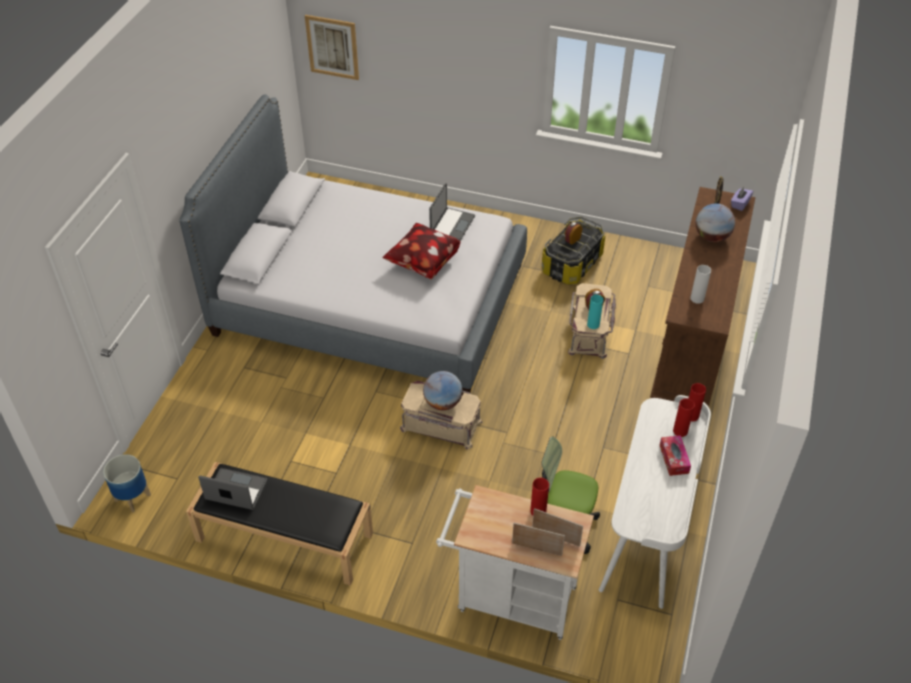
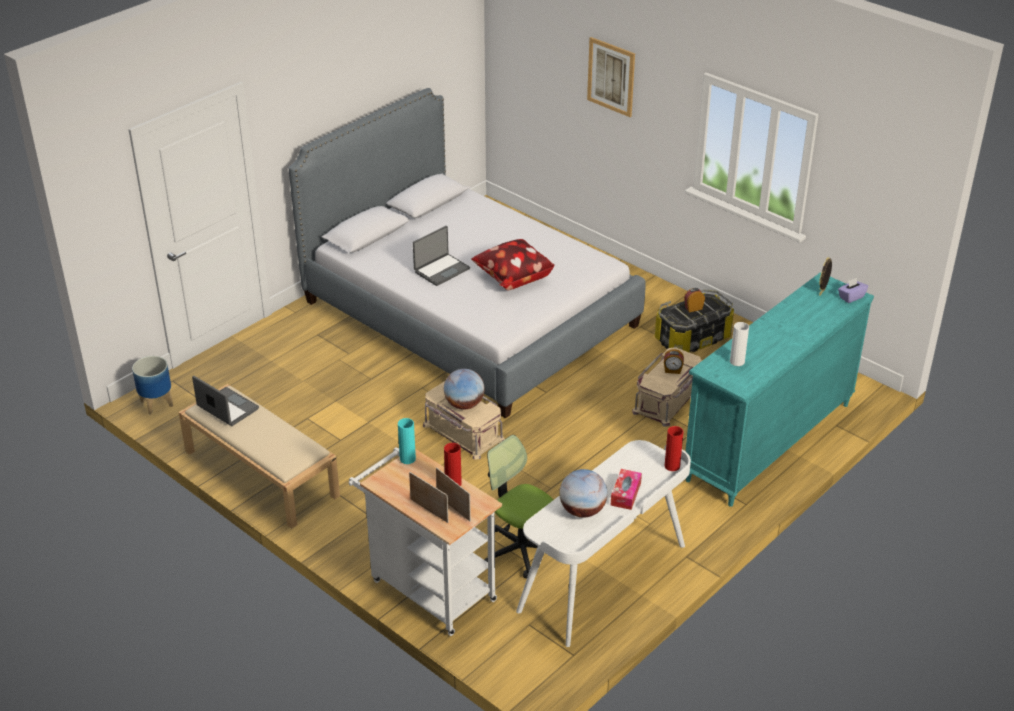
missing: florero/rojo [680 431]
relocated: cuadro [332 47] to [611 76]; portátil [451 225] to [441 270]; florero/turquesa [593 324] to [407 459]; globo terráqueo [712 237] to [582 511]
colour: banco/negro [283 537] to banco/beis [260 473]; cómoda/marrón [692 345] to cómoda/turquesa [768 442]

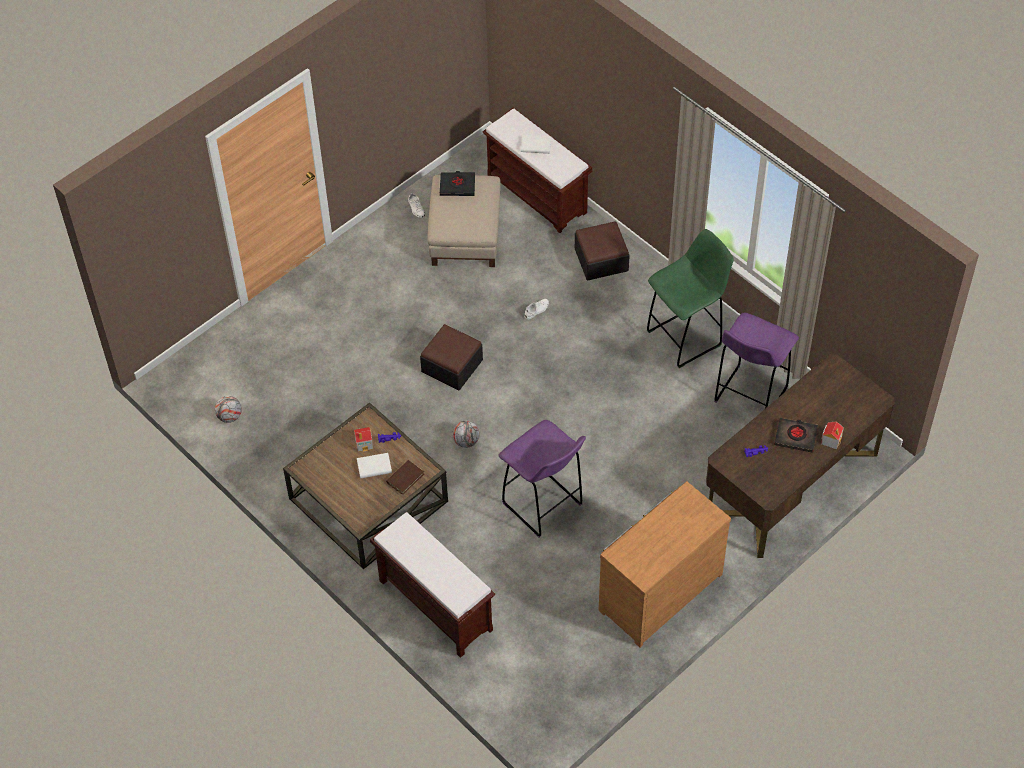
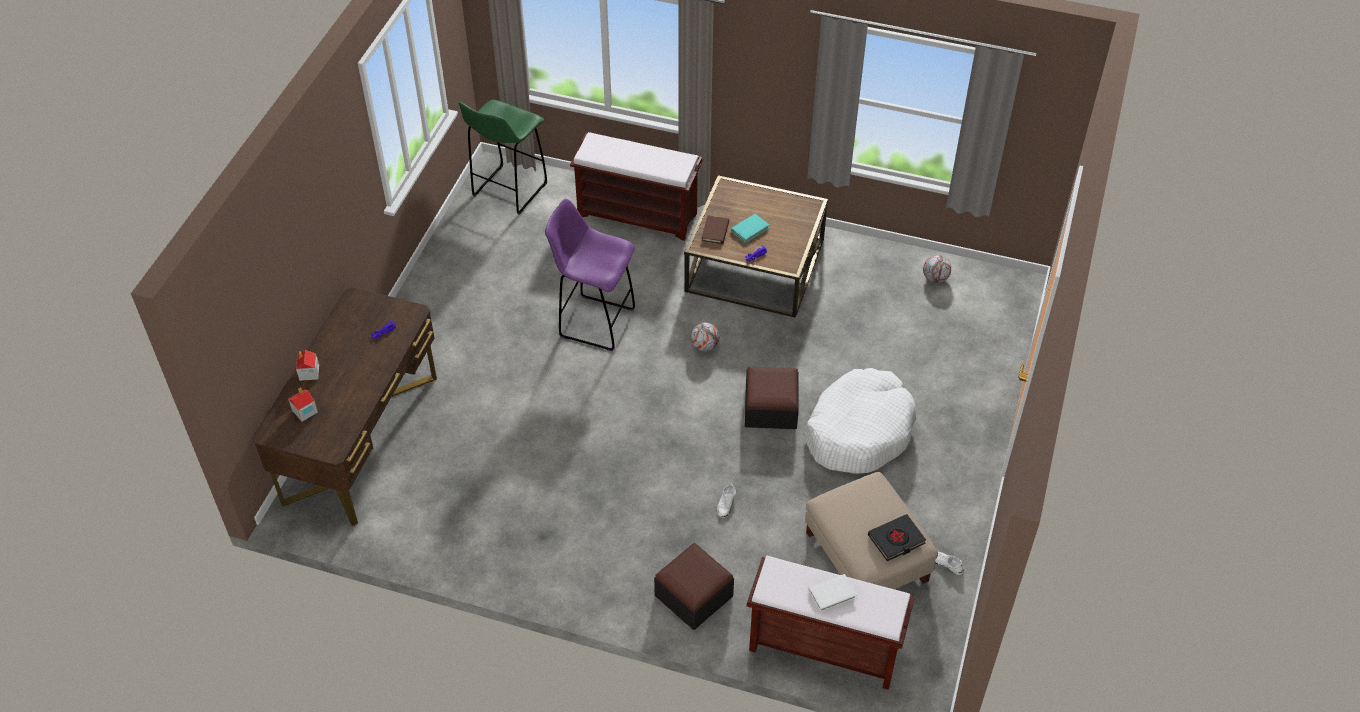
missing: cómoda/marrón [657 590]; taburete/morado [749 396]; libro/negro [795 437]
appeared: cama para perro/blanco [858 431]
relocated: casita [364 443] to [304 411]; taburete/verde [686 337] to [508 191]
colour: libro/blanco [374 467] to libro/turquesa [749 229]

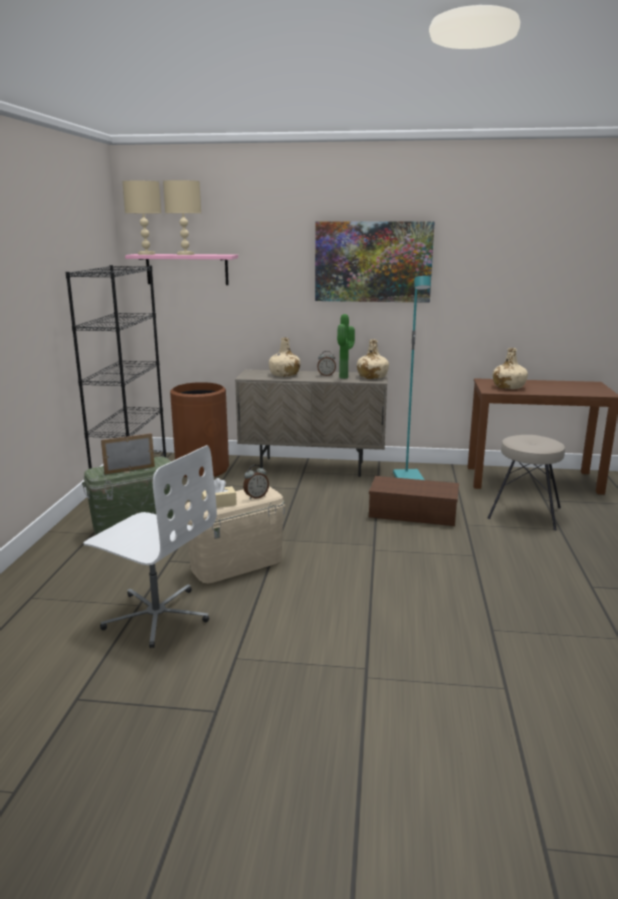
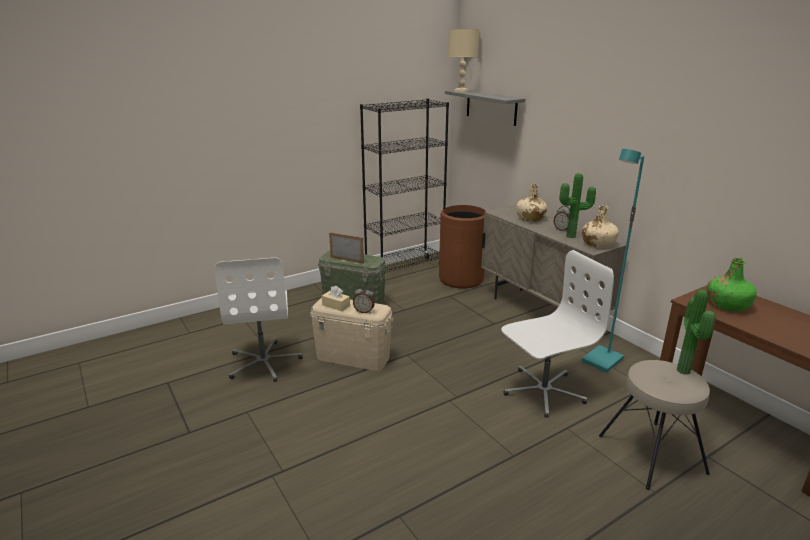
missing: lámpara de mesa/beis [186 254]; cuadro [373 262]
appeared: planta en maceta [686 371]
exchanged: caja de almacenaje/marrón [414 512] to silla de oficina/blanco [543 391]
colour: estante/rosa [187 269] to estante/gris [491 107]; botella/beis [508 387] to botella/verde [727 305]

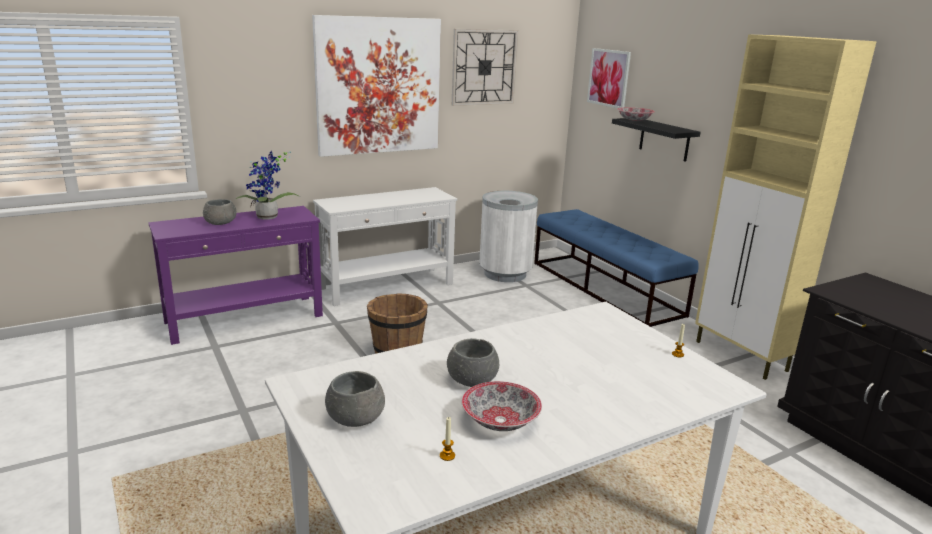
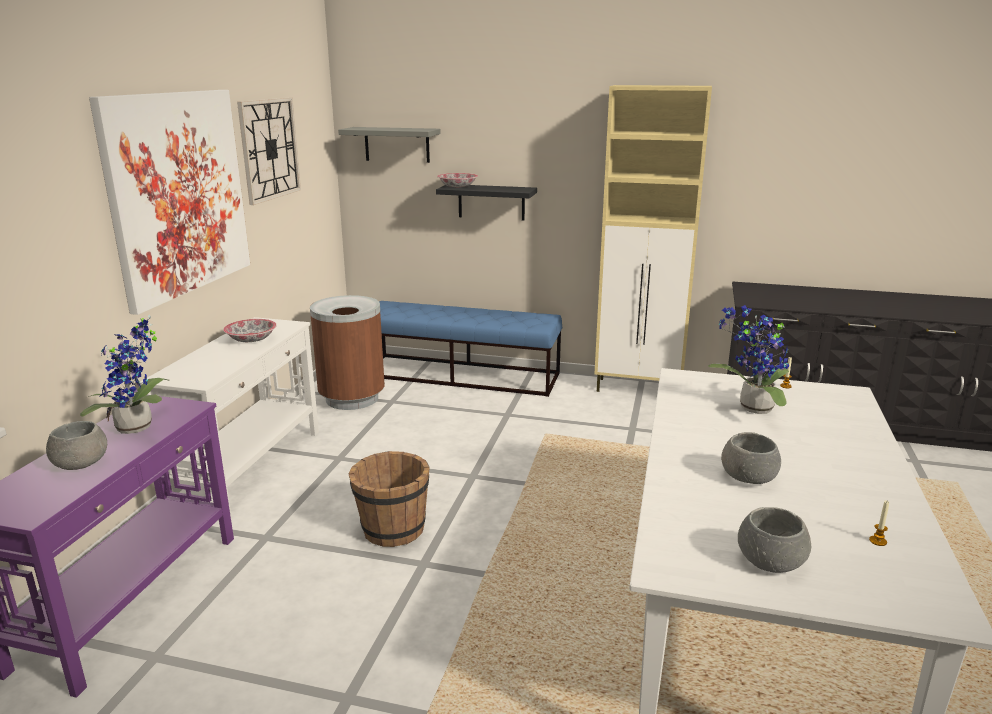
appeared: planta en maceta [751 408]
relocated: cuenco [500 421] to [252 339]
exchanged: cuadro [609 78] to estante/gris [397 144]
colour: papelera/blanco [505 274] to papelera/marrón [352 398]

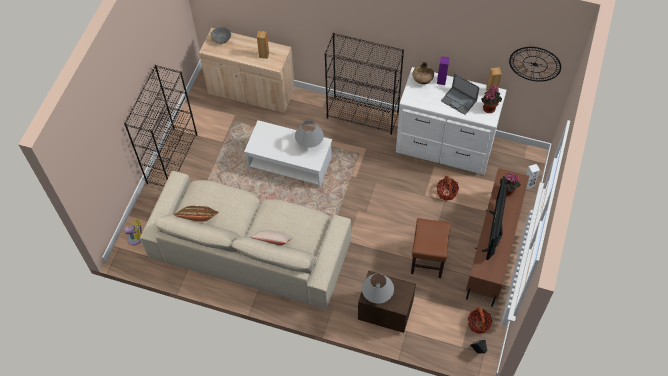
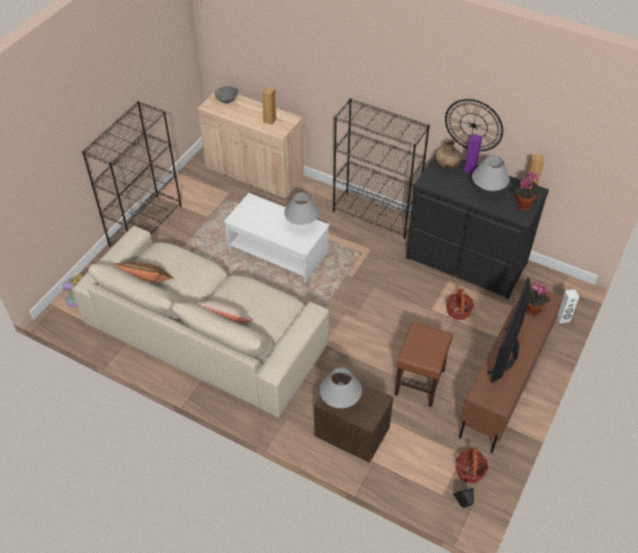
relocated: reloj de pared [535 64] to [473 125]
exchanged: portátil [459 101] to lámpara de mesa/gris [487 192]
colour: cómoda/blanco [444 147] to cómoda/negro [465 262]

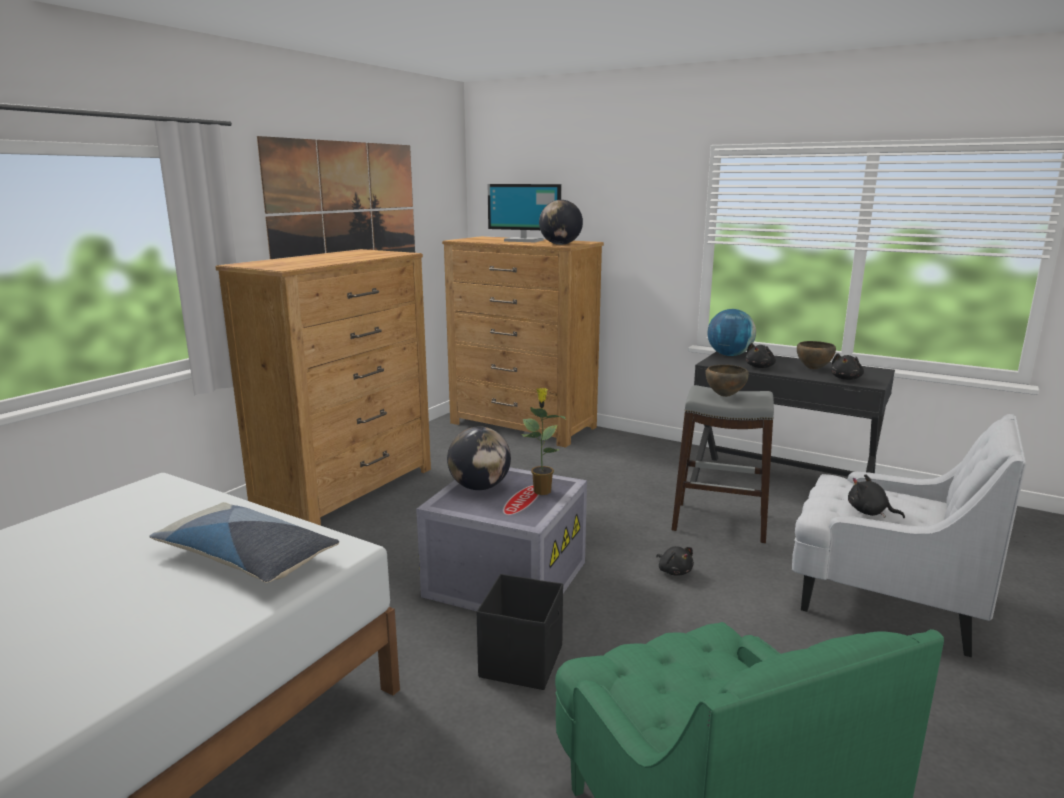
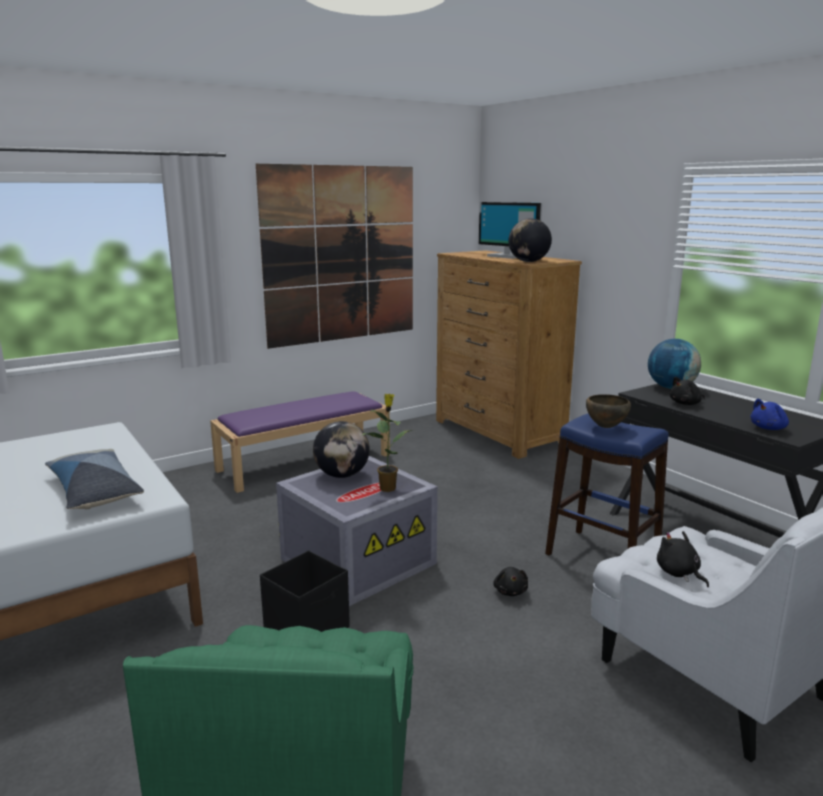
missing: cuenco/marrón [813 369]
exchanged: cómoda/marrón [347 489] to banco/morado [305 462]
colour: taburete/gris [719 522] to taburete/azul [601 557]; peluche/negro [846 378] to peluche/azul [769 428]

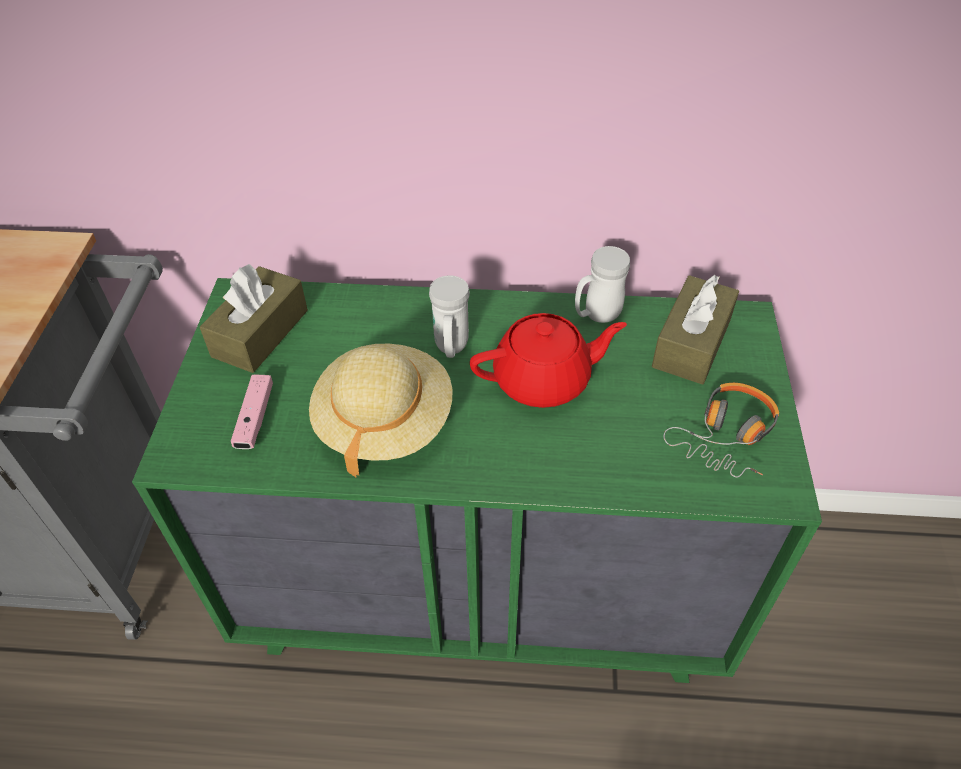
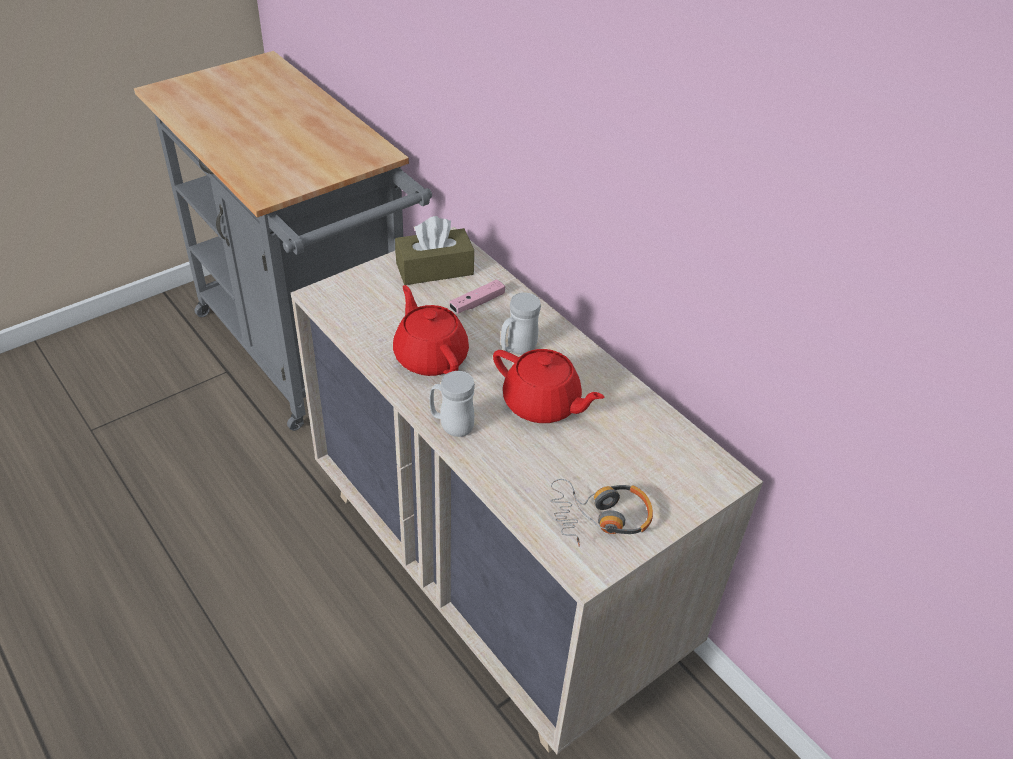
missing: caja de pañuelos/marrón [691 343]
relocated: mando de consola/rosa [255 418] to [477 303]; taza grande/blanco [597 315] to [451 426]
exchanged: sombrero/beis [384 422] to tetera/rojo [430 356]
colour: cómoda/verde [485 587] to cómoda/beis [496 575]

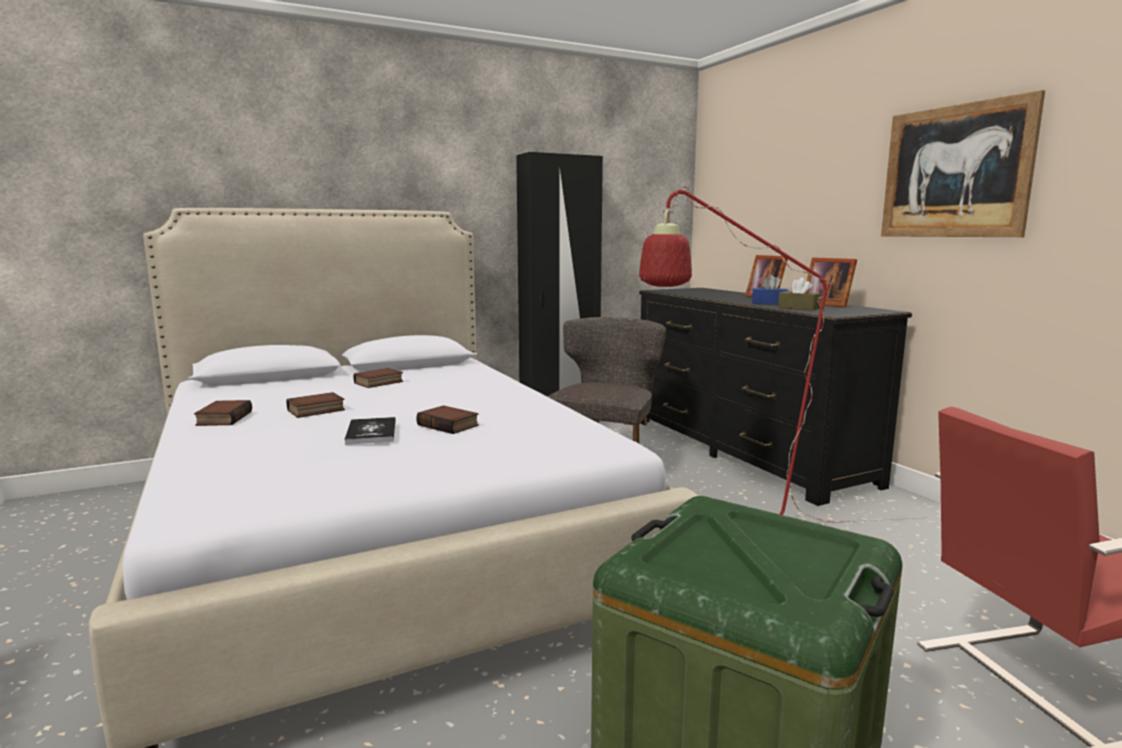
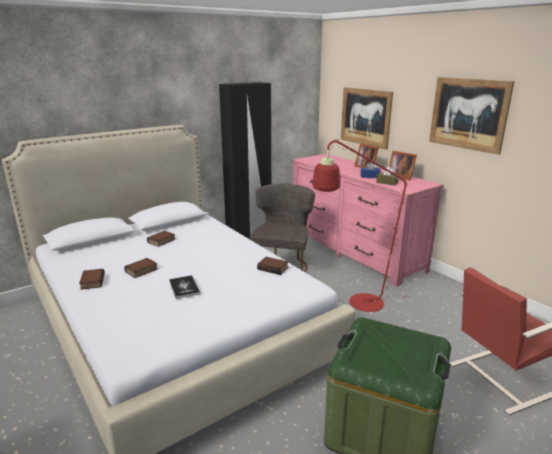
appeared: cuadro [365 117]
relocated: libro [449 425] to [273 268]
colour: cómoda/negro [745 450] to cómoda/rosa [354 250]

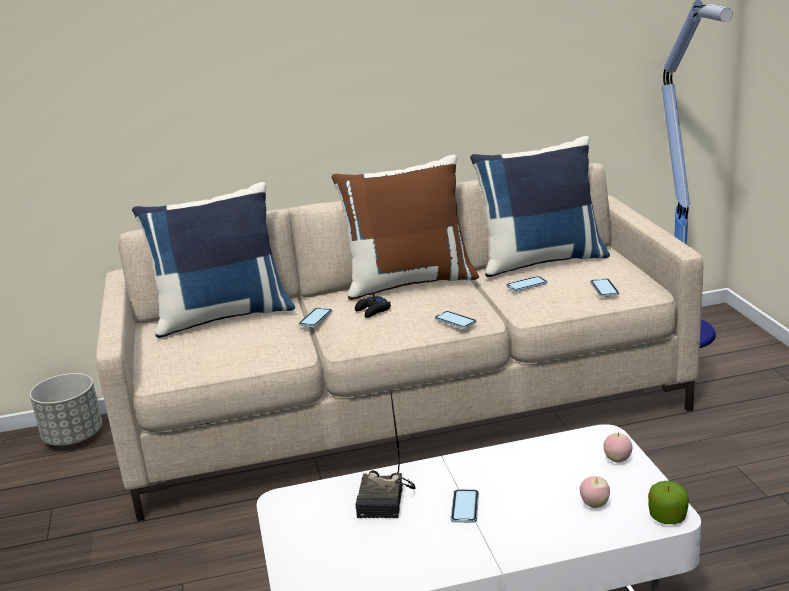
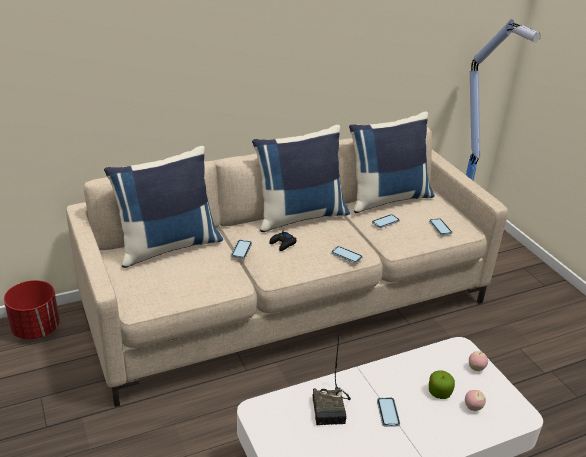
relocated: manzana [667 517] to [439 392]
colour: maceta/gris [74 437] to maceta/rojo [36 328]; cojín/marrón [409 282] to cojín/azul [299 215]

